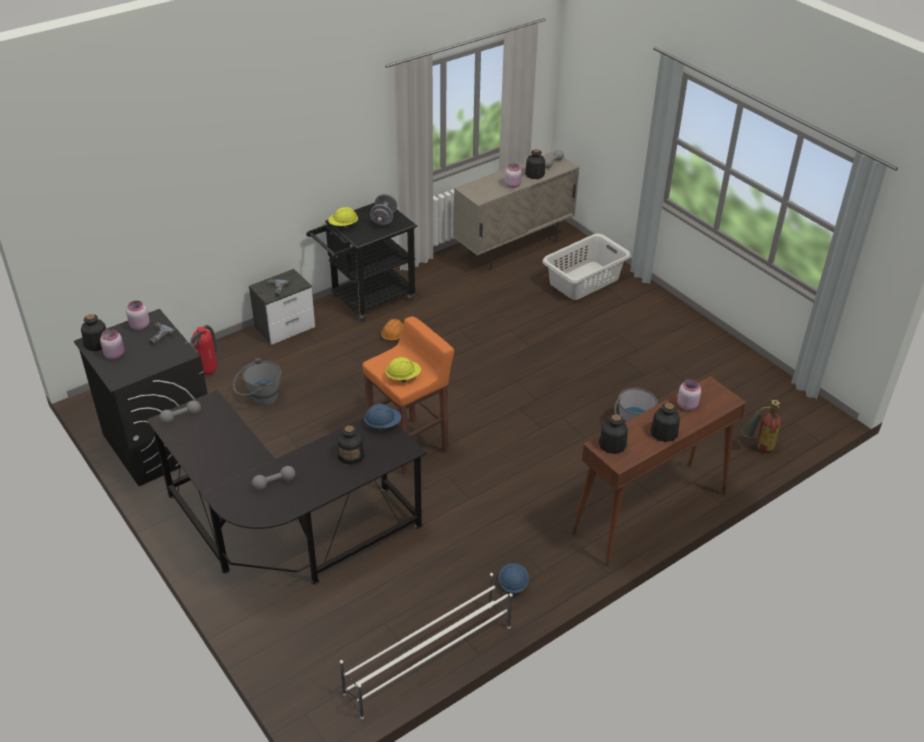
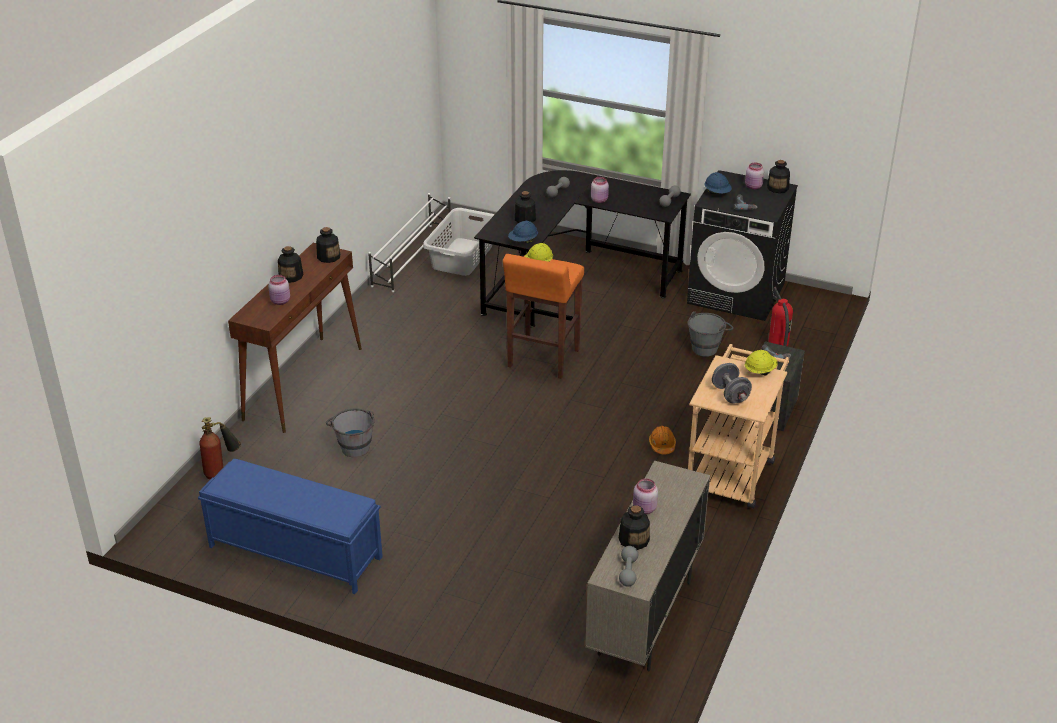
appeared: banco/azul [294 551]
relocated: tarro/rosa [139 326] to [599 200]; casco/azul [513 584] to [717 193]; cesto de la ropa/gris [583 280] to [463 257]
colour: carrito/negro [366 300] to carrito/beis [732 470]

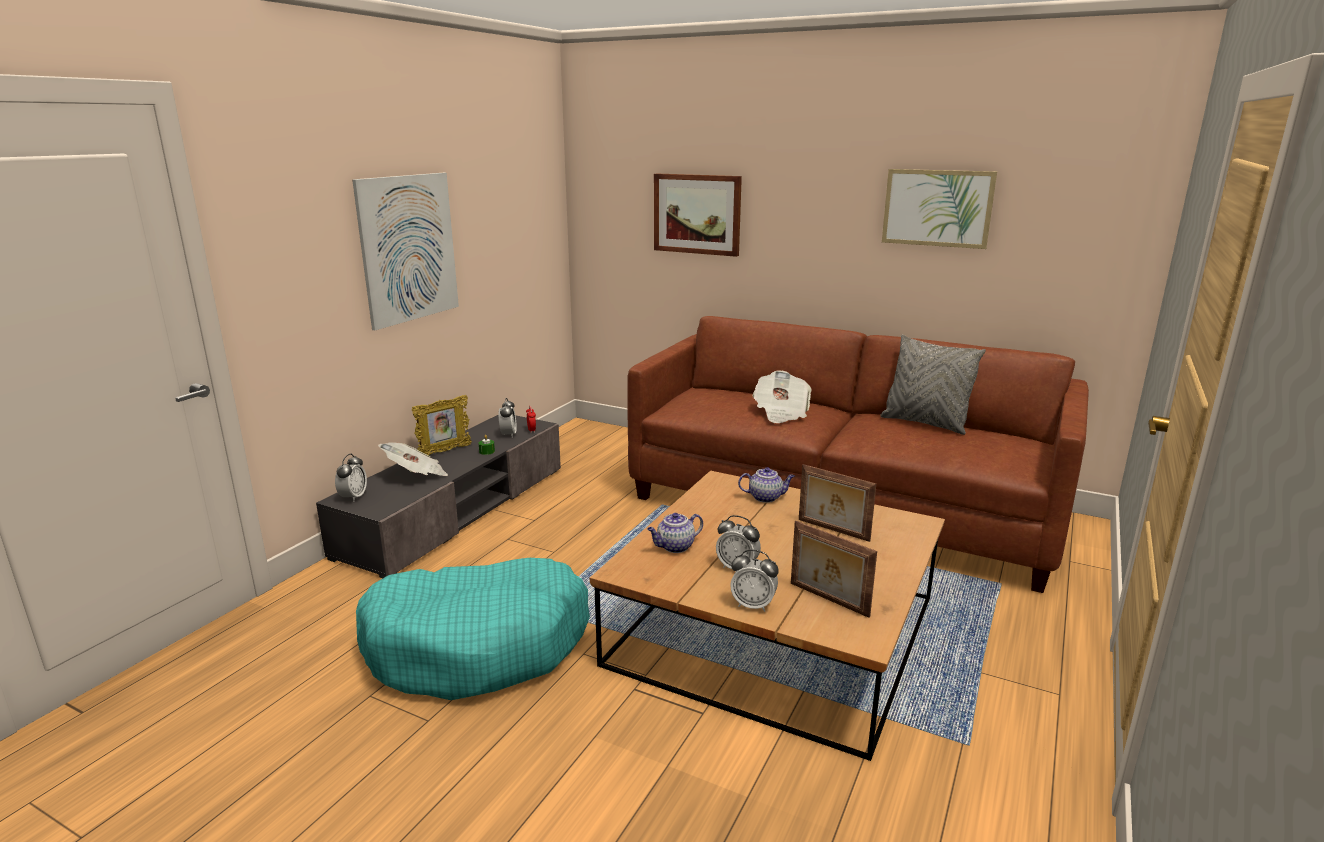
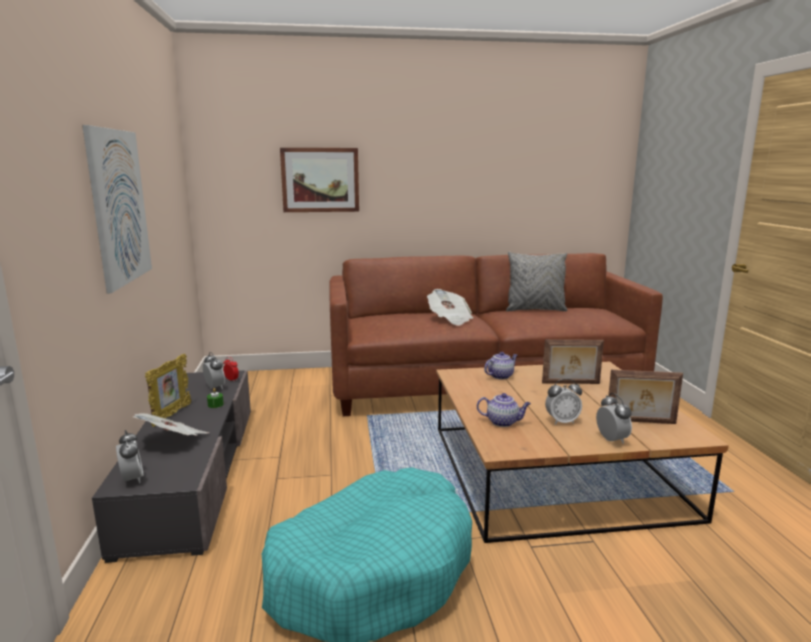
missing: cuadro [937 208]
spun: tetera [675 547] = [503 422] 105 degrees counterclockwise; despertador [753 605] = [611 440] 90 degrees counterclockwise

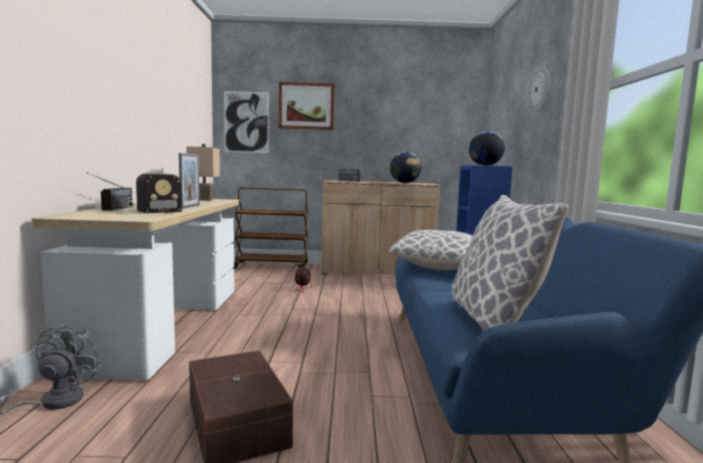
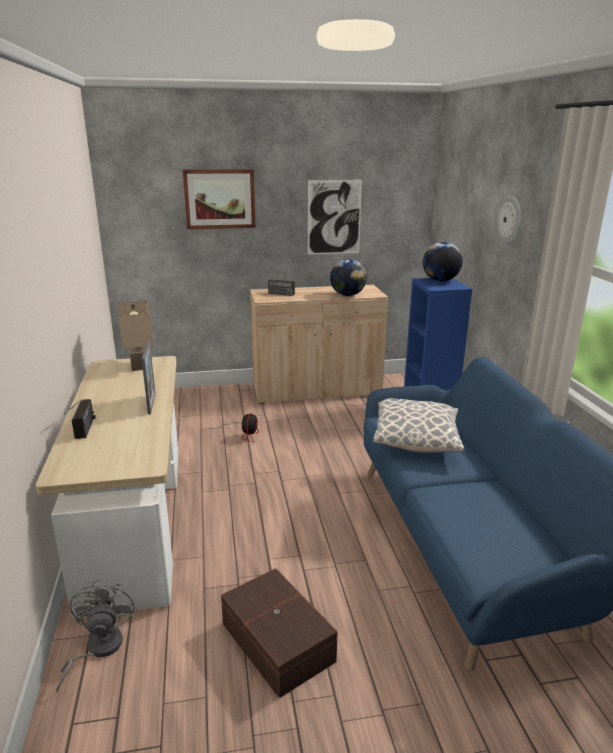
missing: radio [144 211]; carrito/marrón [272 266]; cojín [494 321]
relocated: cuadro [246 122] to [334 217]

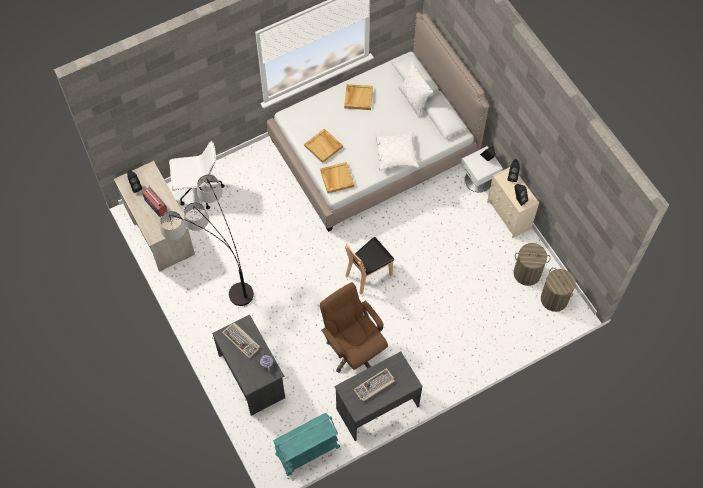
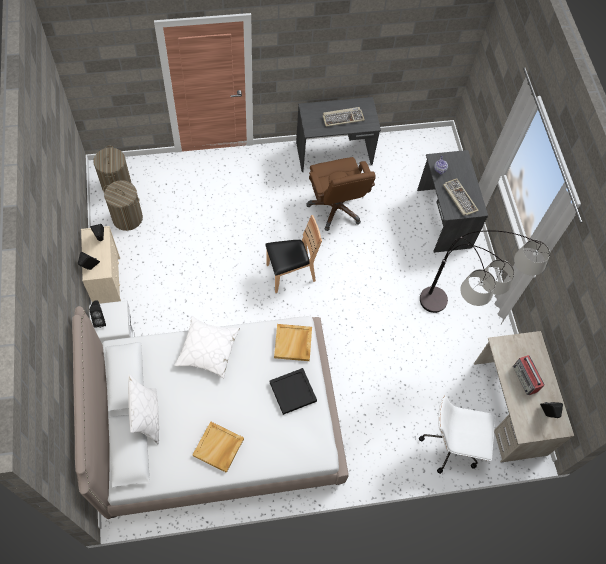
missing: carrito/turquesa [307 452]
colour: bandeja/beis [324 146] to bandeja/negro [292 391]

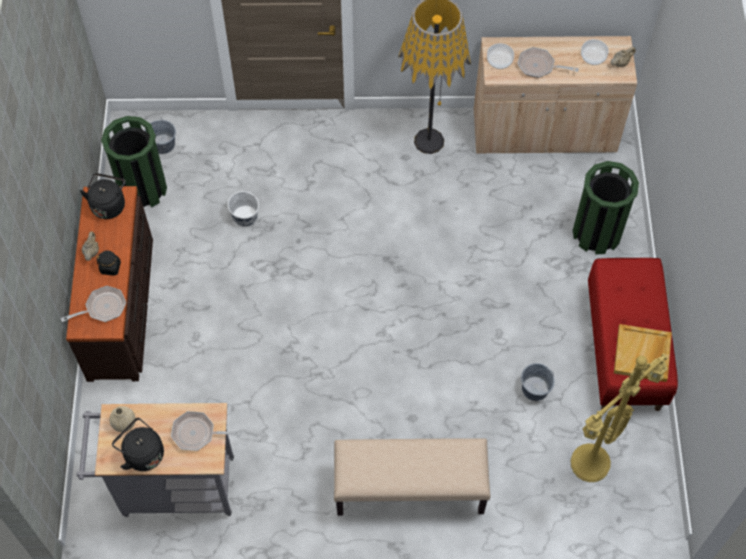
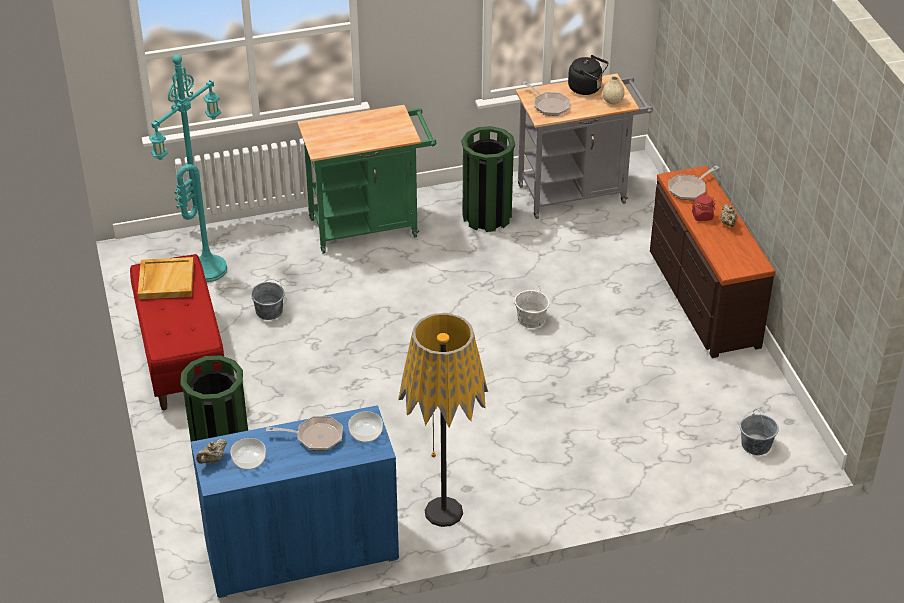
missing: hervidor/negro [108 204]
relocated: papelera/verde [143 189] to [487 216]; cubo/blanco [244 216] to [531 319]
exchanged: banco/beis [409 489] to carrito/verde [370 226]
colour: tarro/negro [110 267] to tarro/rojo [702 216]; armario/beis [544 132] to armario/azul [301 552]; lámpara de pie/amarillo [590 466] to lámpara de pie/turquesa [207 268]
spun: sartén [197 433] = [549 105] 60 degrees clockwise

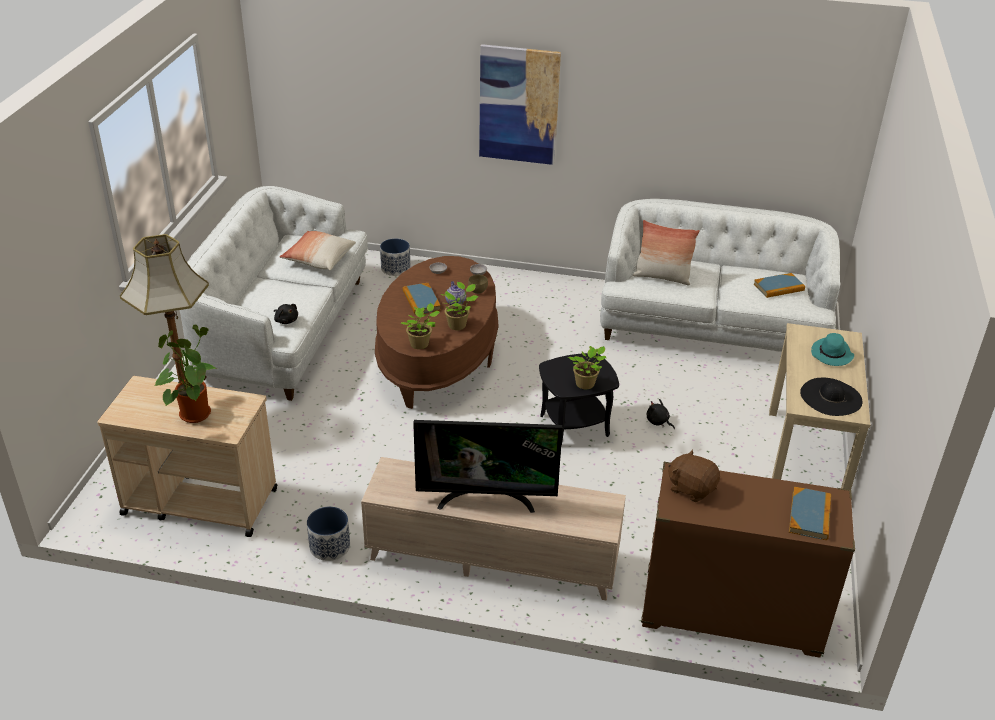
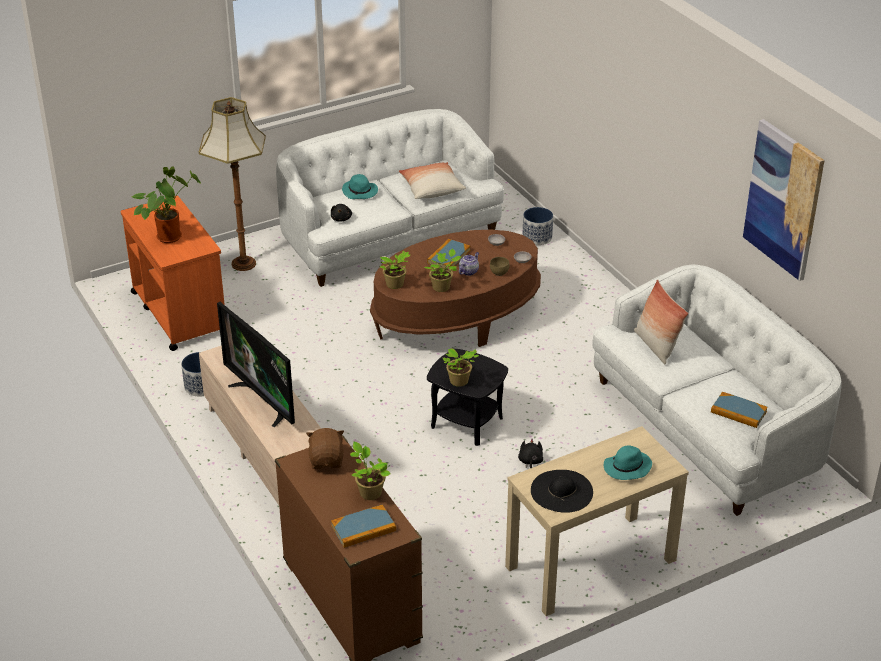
appeared: sombrero/turquesa [360 192]; planta en maceta [369 492]
relocated: cuadro [519 105] to [784 199]
colour: carrito/beis [199 501] to carrito/naranja [179 312]

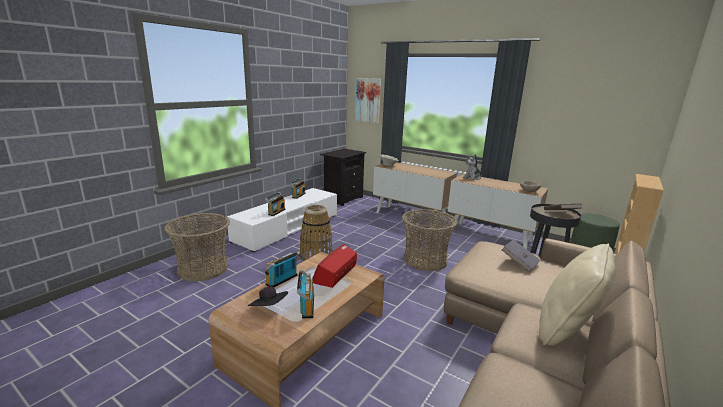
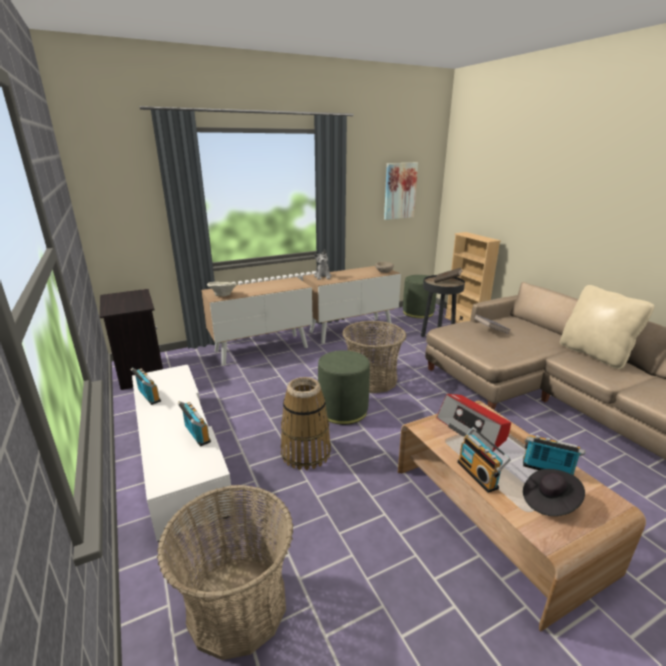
appeared: puf/verde [343 410]
relocated: cuadro [368 100] to [399 191]

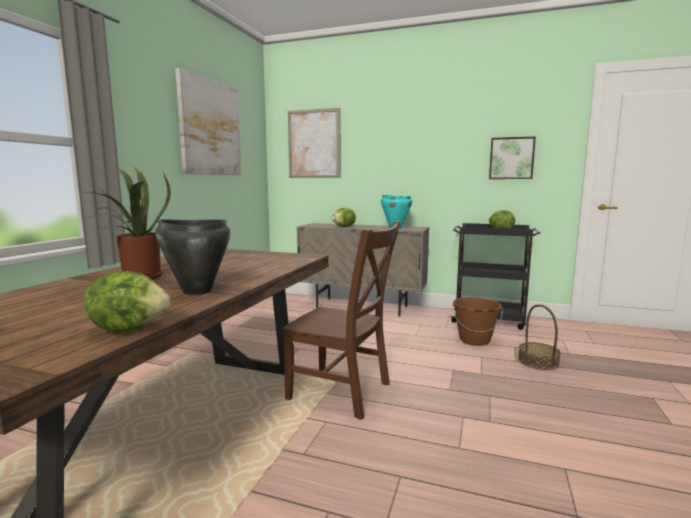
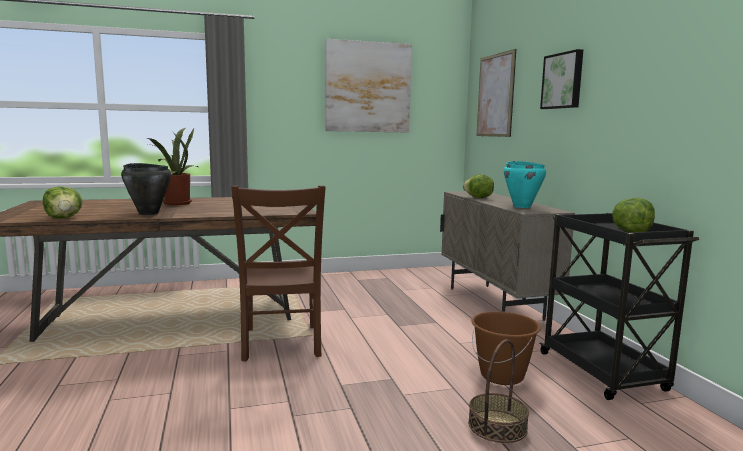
relocated: cuadro [511 158] to [563 81]

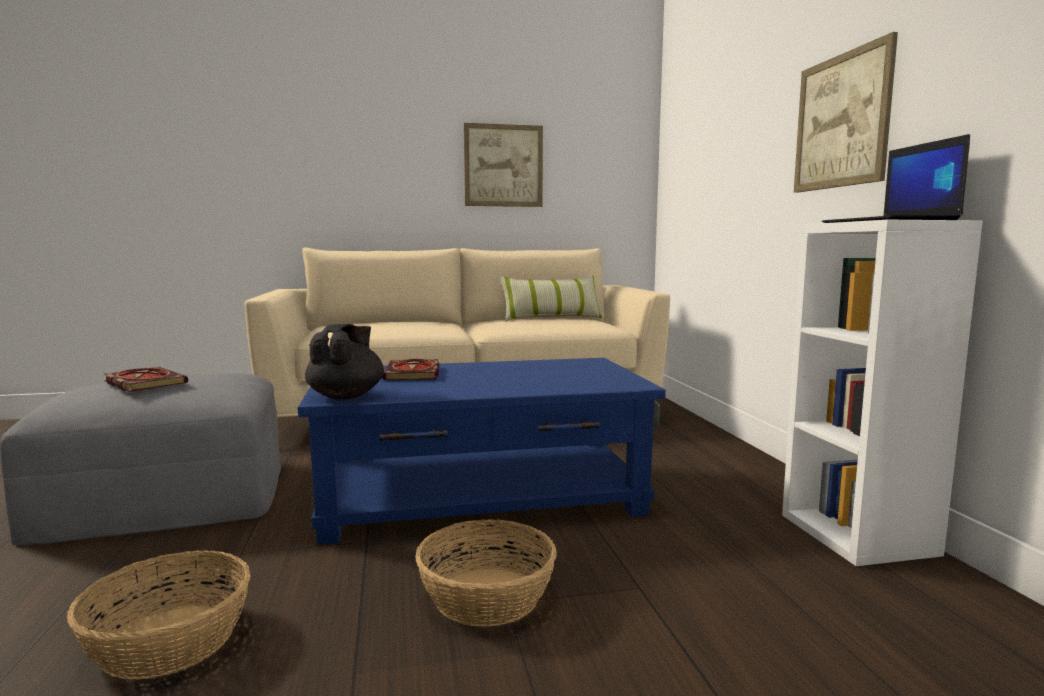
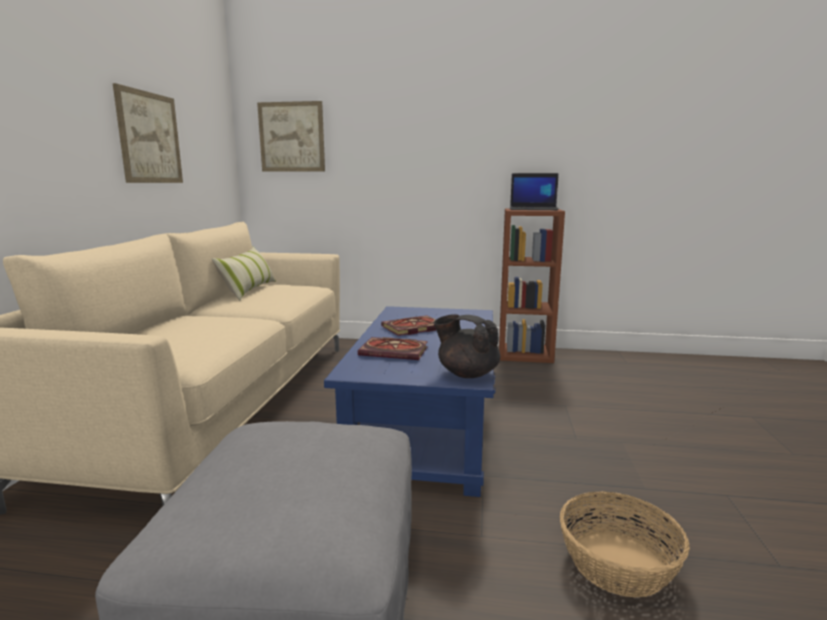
missing: cesta [487 597]
relocated: libro [143 383] to [412 328]; cuadro [841 121] to [291 137]
colour: estantería/blanco [859 535] to estantería/marrón [525 354]

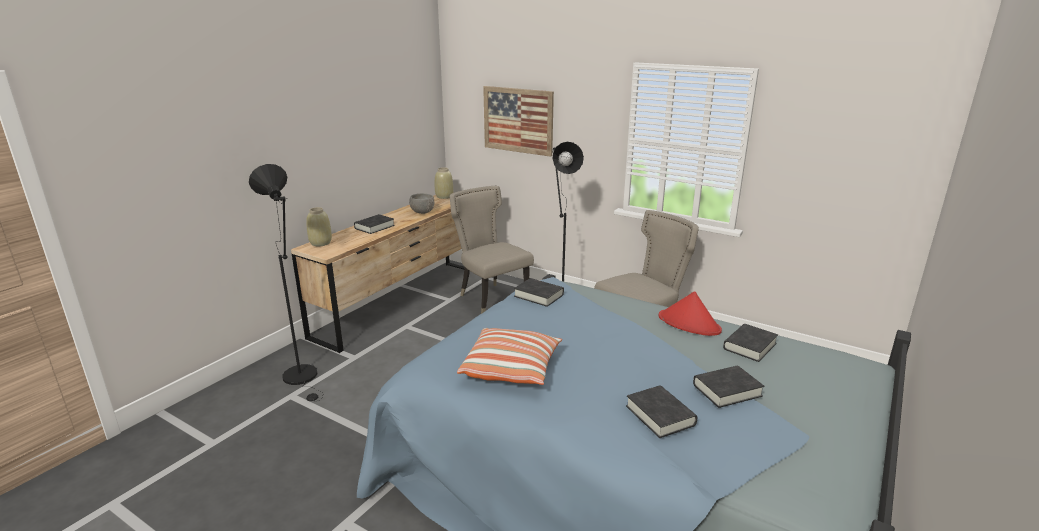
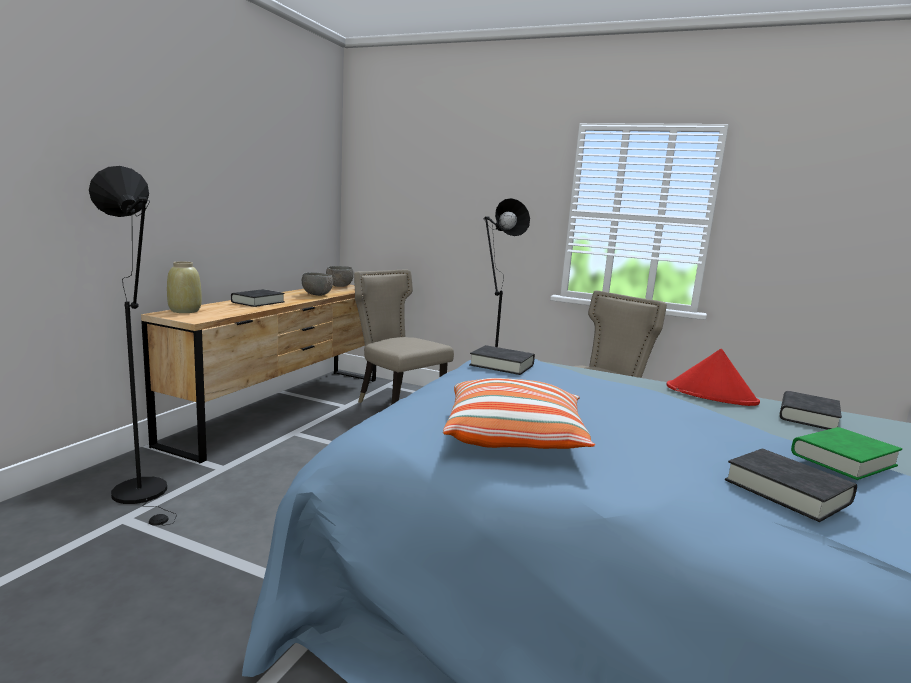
missing: cuadro [518 120]
exchanged: florero/beis [444 196] to cuenco/gris [339 286]
colour: libro/negro [727 390] to libro/verde [843 459]

